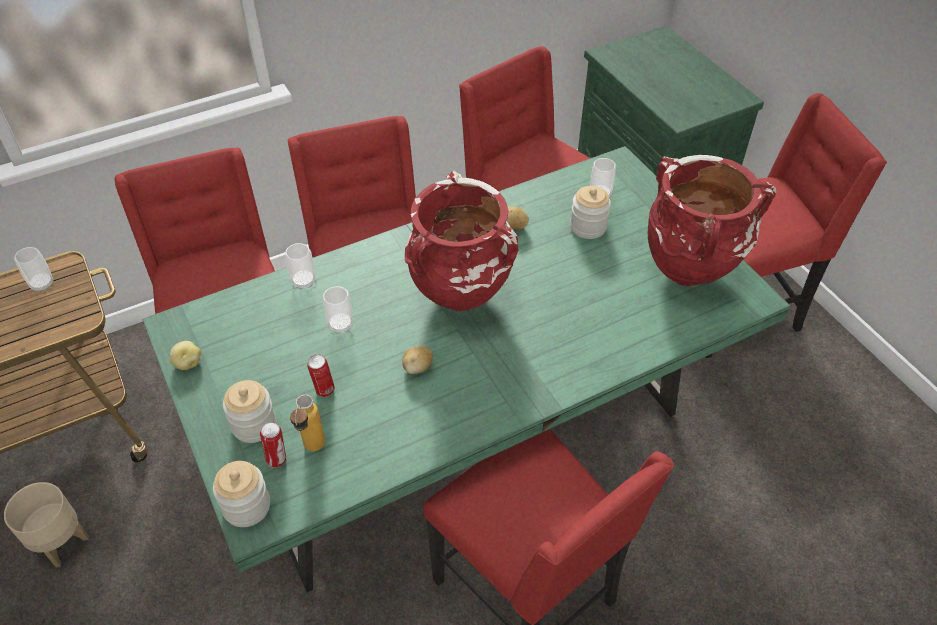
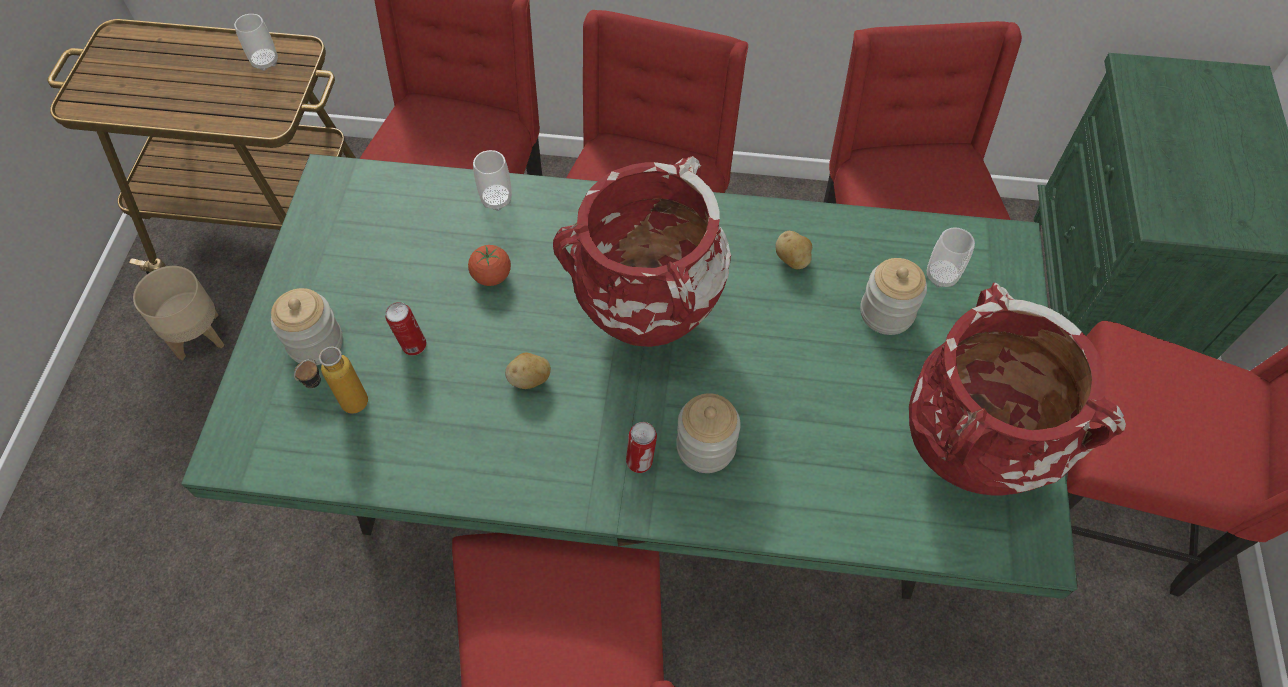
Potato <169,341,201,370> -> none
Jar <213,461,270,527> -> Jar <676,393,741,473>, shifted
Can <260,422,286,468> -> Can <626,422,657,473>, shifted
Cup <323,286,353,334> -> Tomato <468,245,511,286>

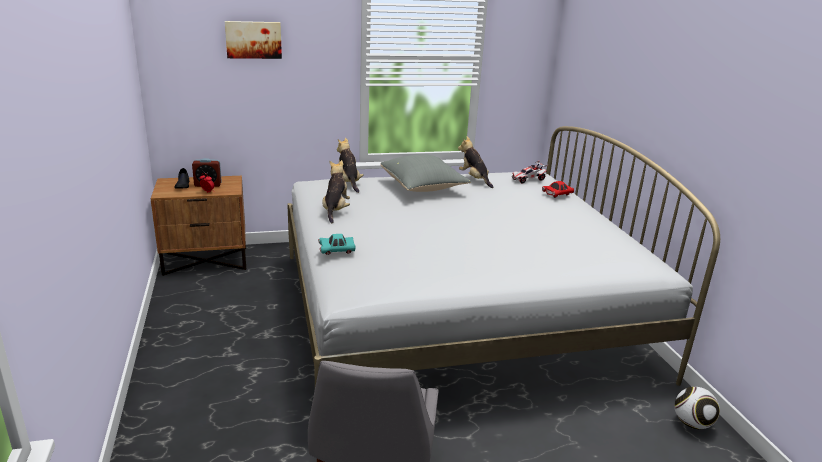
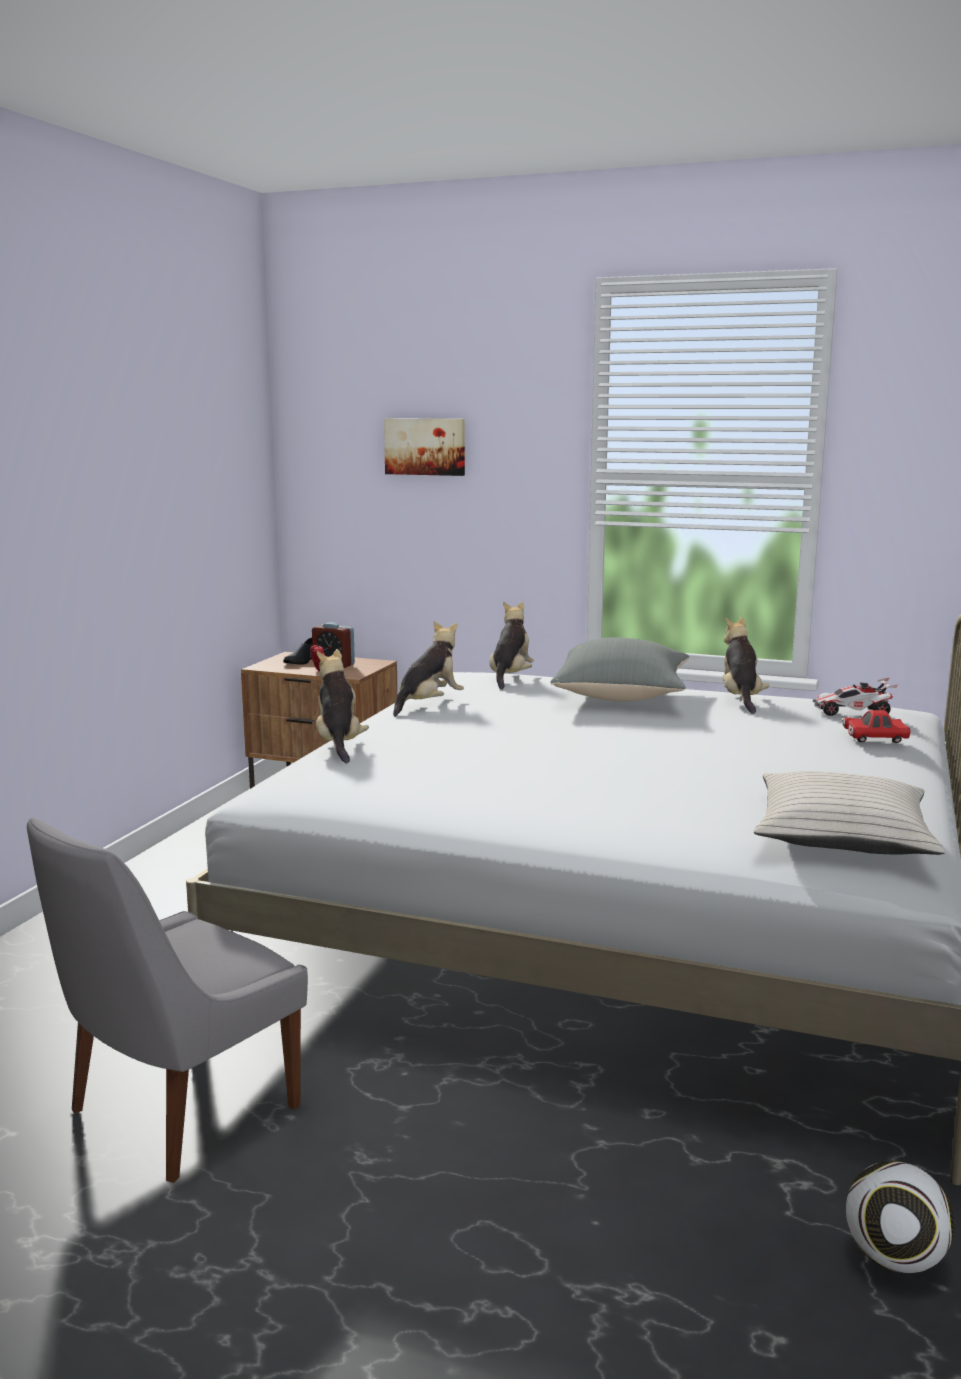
TurquoiseToyCar <318,234,355,255> -> PlushToy <316,649,369,763>
none -> BeigePillow <754,771,945,855>

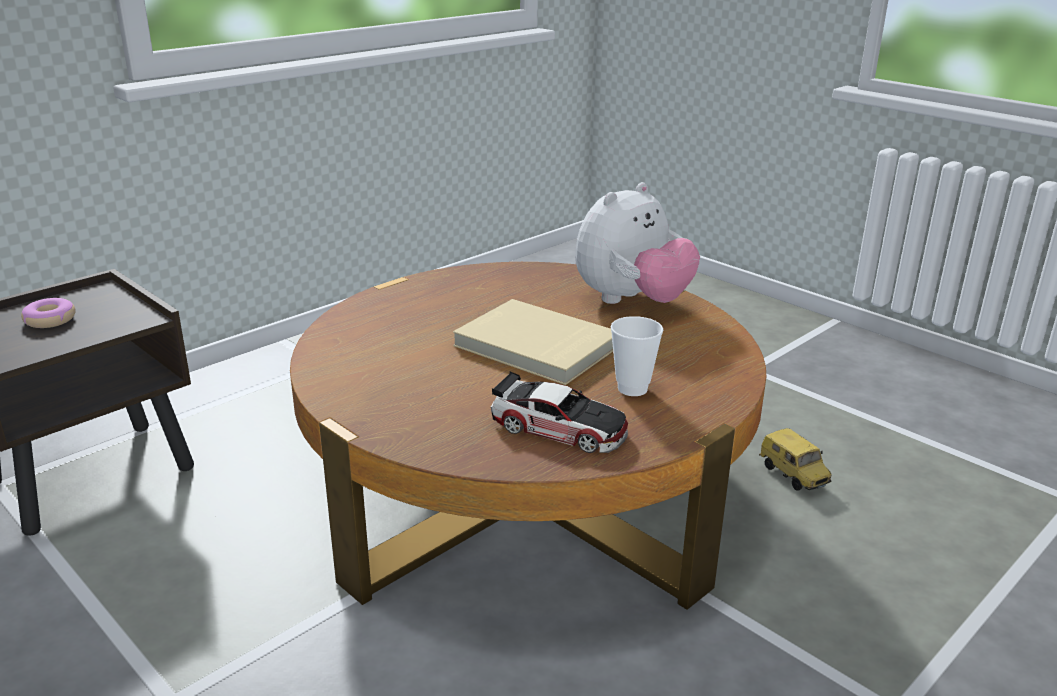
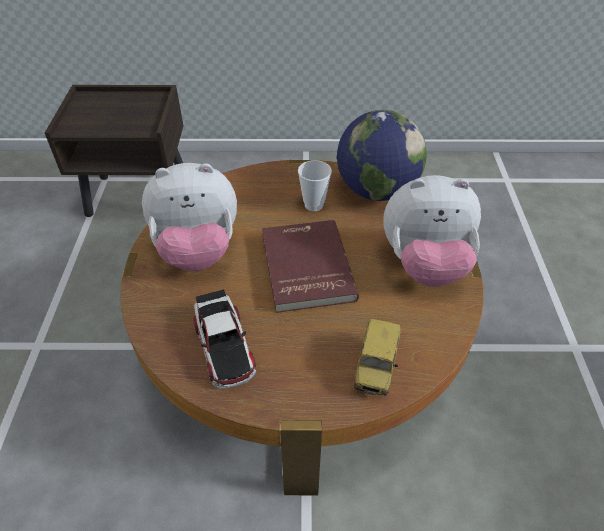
Donut <21,298,76,328> -> none
BeigeBook <453,299,613,385> -> RedBook <262,220,359,313>
Cup <611,316,663,396> -> Cup <298,160,332,211>, shifted
ToyCar <759,428,832,491> -> ToyCar <354,319,401,395>, shifted
none -> PlushToy <142,163,237,271>
none -> Globe <337,110,427,201>

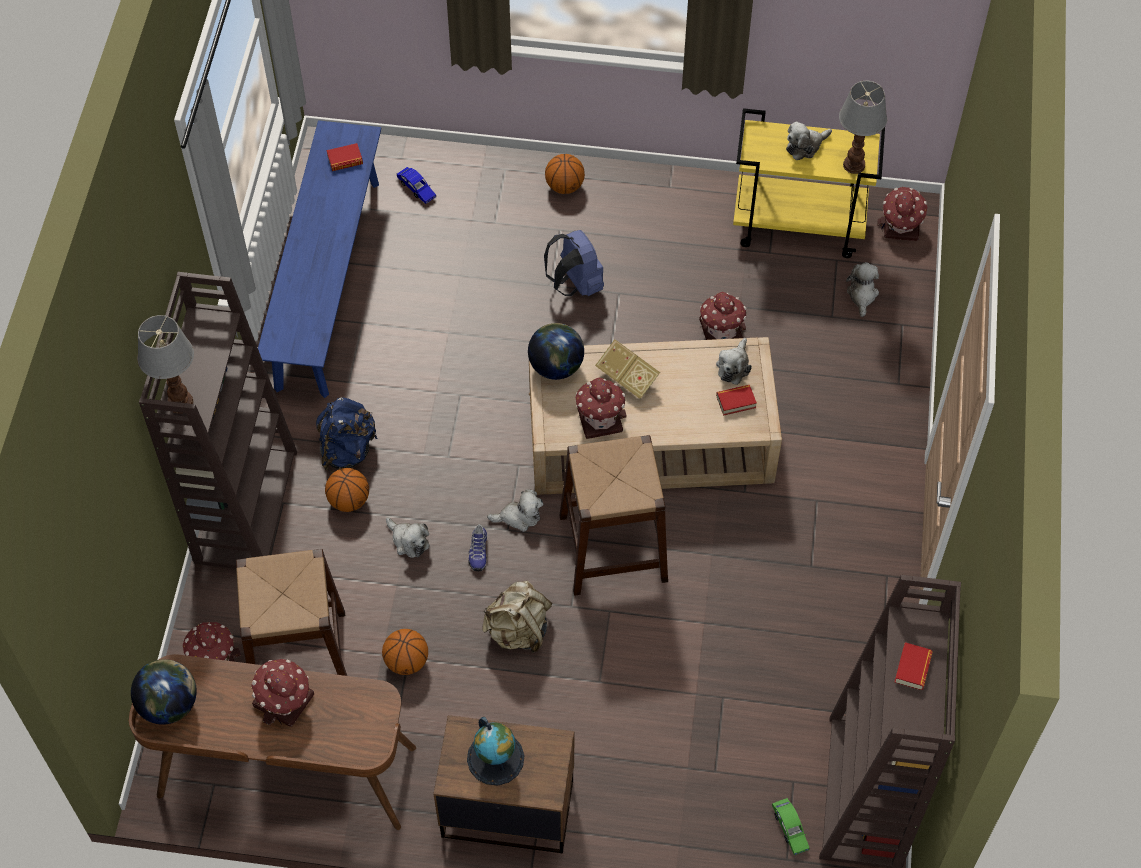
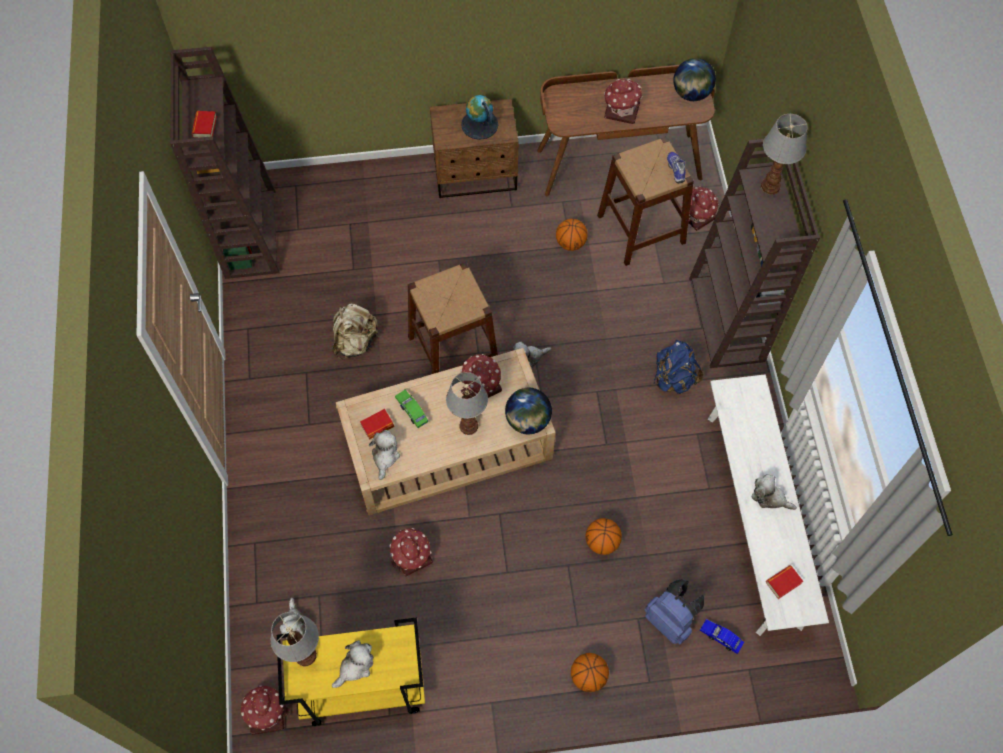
BlueBench <258,120,381,398> -> WhiteBench <708,375,829,636>
Basketball <325,468,369,512> -> Basketball <586,518,622,555>, shifted
PlushToy <386,517,430,558> -> PlushToy <751,474,797,510>, shifted
Shoe <468,524,487,571> -> Shoe <667,152,686,183>, shifted
BeigeBackpack <482,581,552,653> -> BeigeBackpack <332,303,379,360>, shifted
BlueBackpack <544,230,604,296> -> BlueBackpack <645,579,704,644>, shifted
Book <595,339,660,399> -> TableLamp <446,372,488,435>
GreenToyCar <772,798,810,855> -> GreenToyCar <395,390,428,428>, shifted

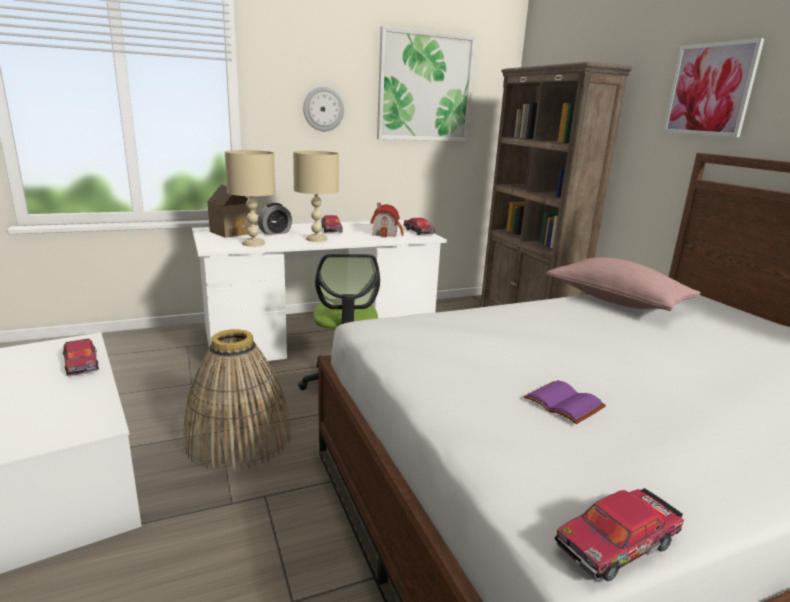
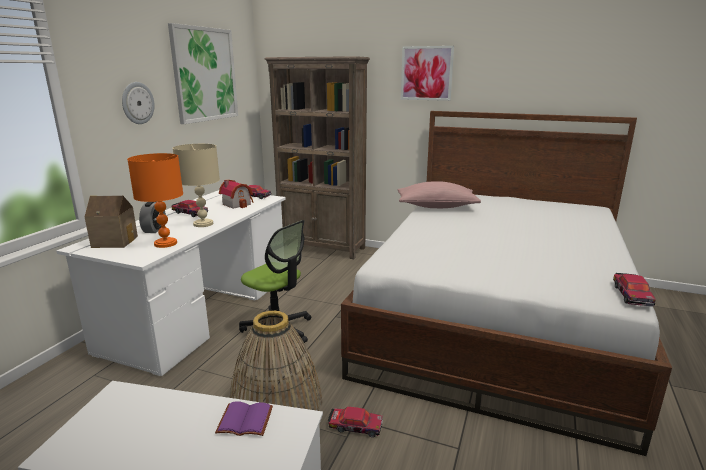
ToyCar <63,339,99,376> -> ToyCar <328,407,383,437>, shifted
BeigeTableLamp <225,150,276,246> -> OrangeTableLamp <127,153,183,248>
PurpleBook <524,380,606,424> -> PurpleBook <215,401,273,436>, shifted

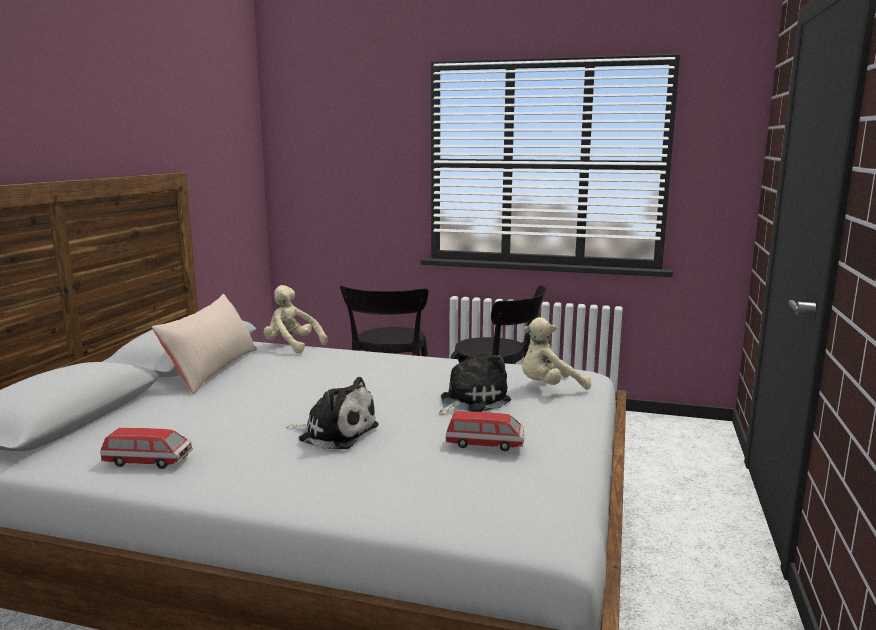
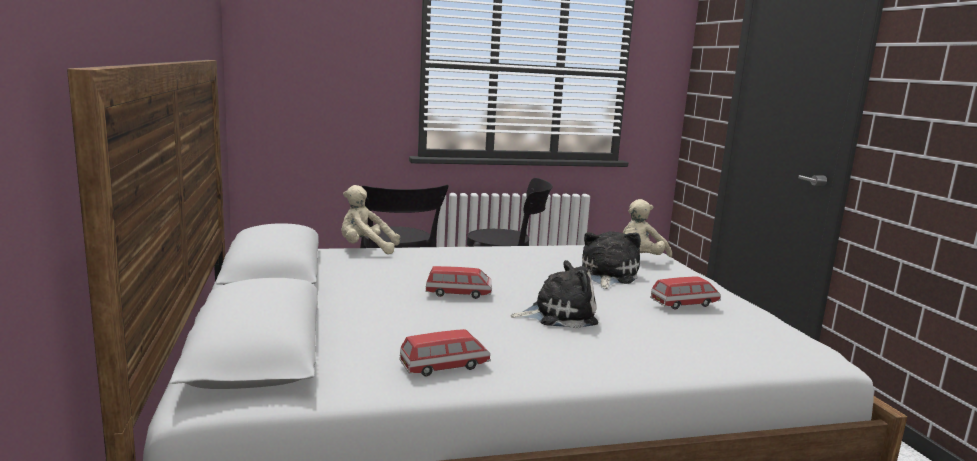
BeigePillow <152,294,257,394> -> none
none -> ToyCar <426,266,492,299>

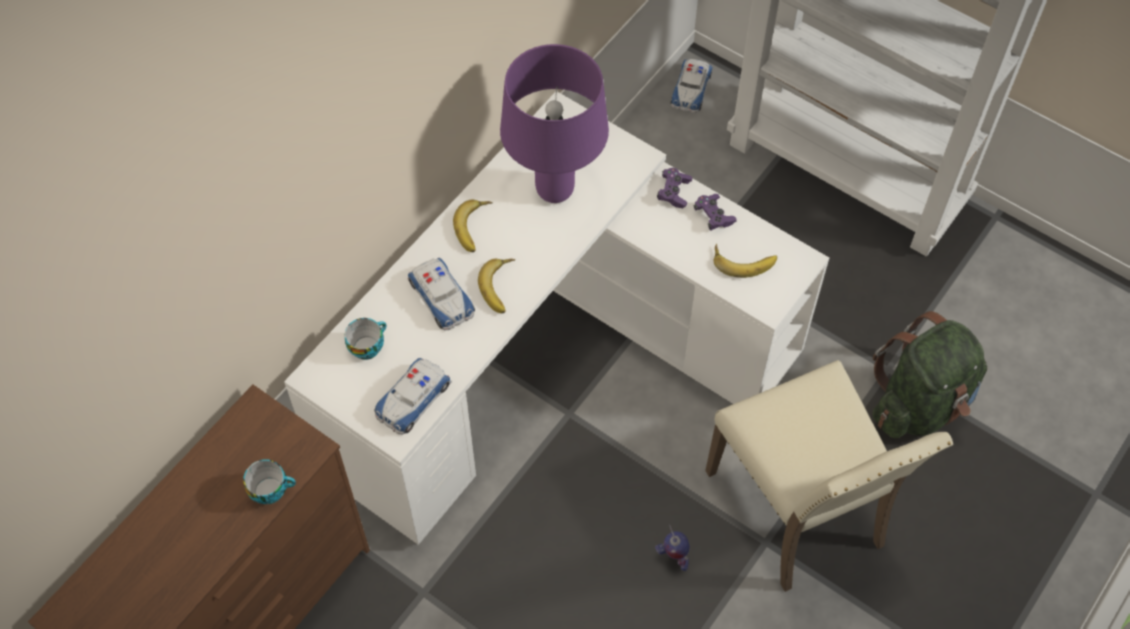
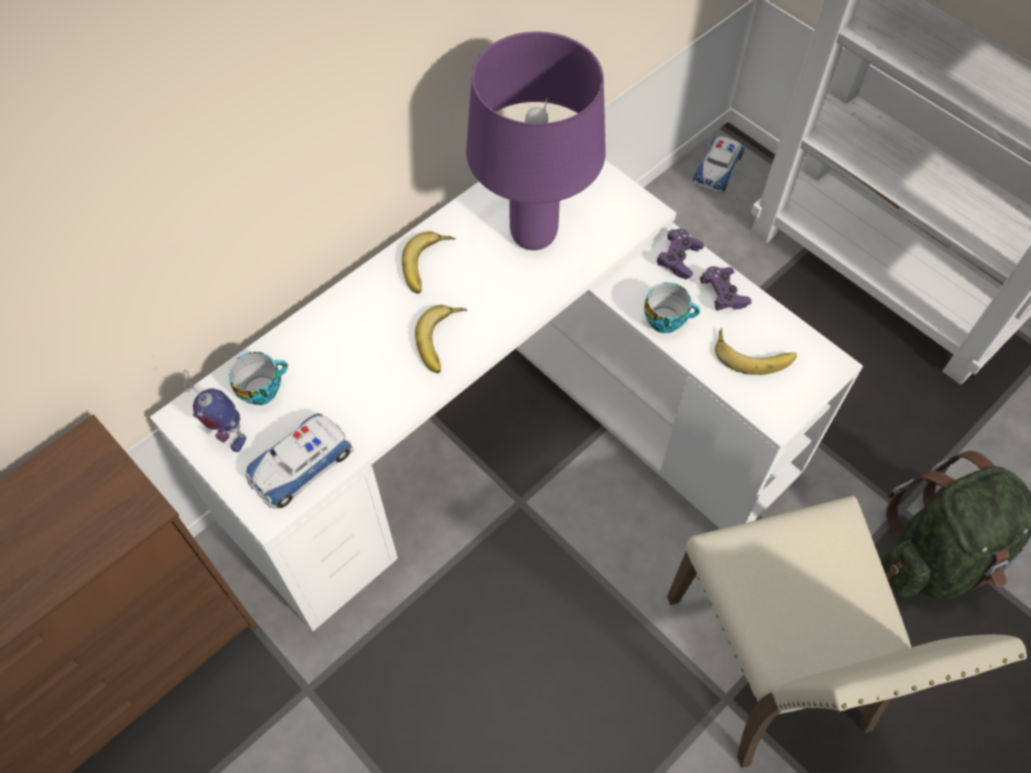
Cup <243,459,296,504> -> Cup <644,282,700,333>, shifted
ToyCar <408,258,475,330> -> none
ToyRobot <655,525,690,571> -> ToyRobot <184,370,247,452>, shifted

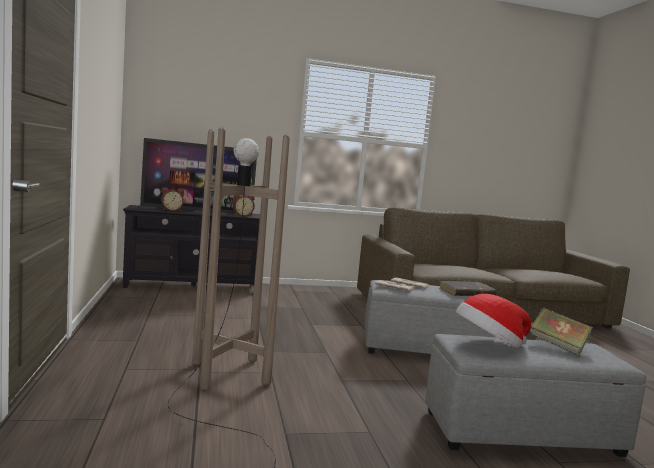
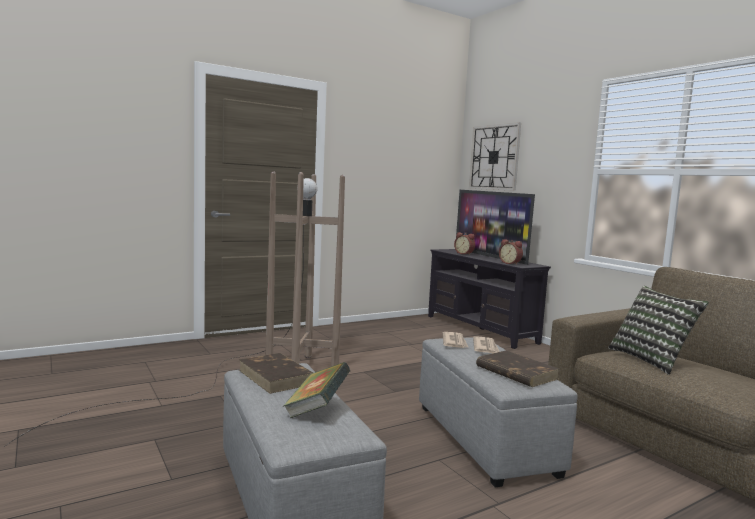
Hat <456,294,531,350> -> BrownBook <239,353,313,394>
none -> WallClock <469,122,521,191>
none -> Pillow <608,286,709,375>

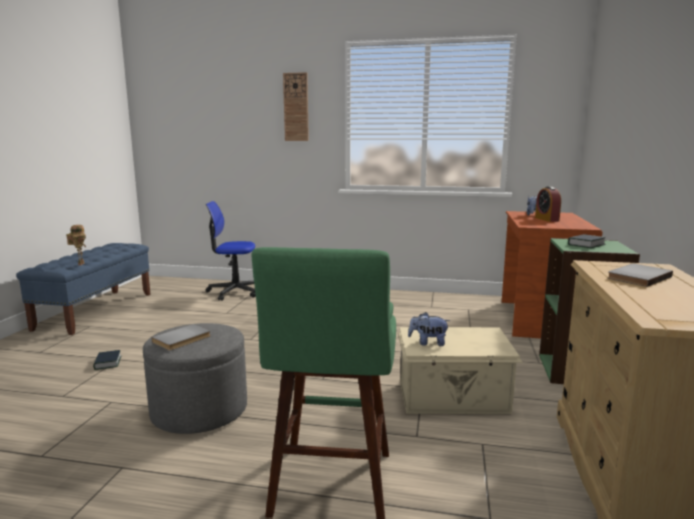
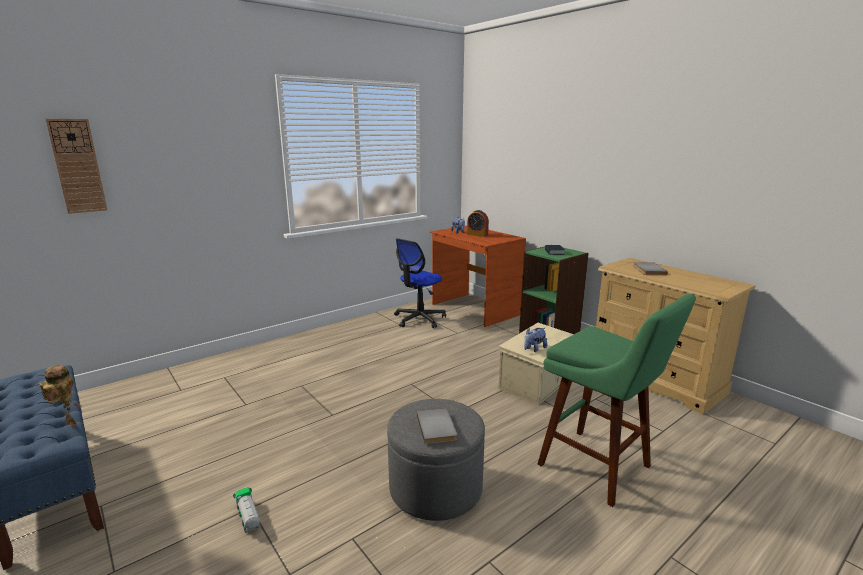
Book <93,350,121,370> -> ToyTruck <233,487,261,533>
OfficeChair <206,201,256,301> -> OfficeChair <394,238,446,328>, shifted
WallClock <283,72,309,141> -> WallClock <46,119,107,214>, shifted

